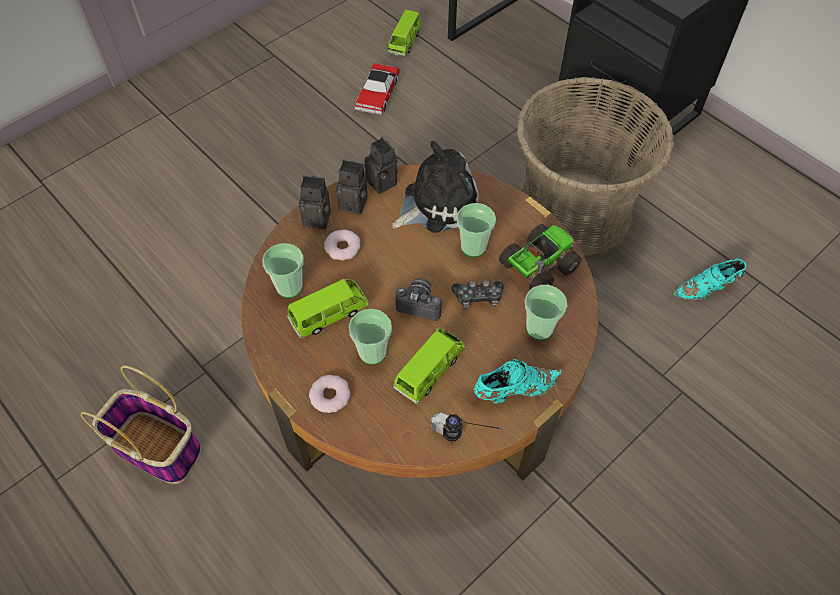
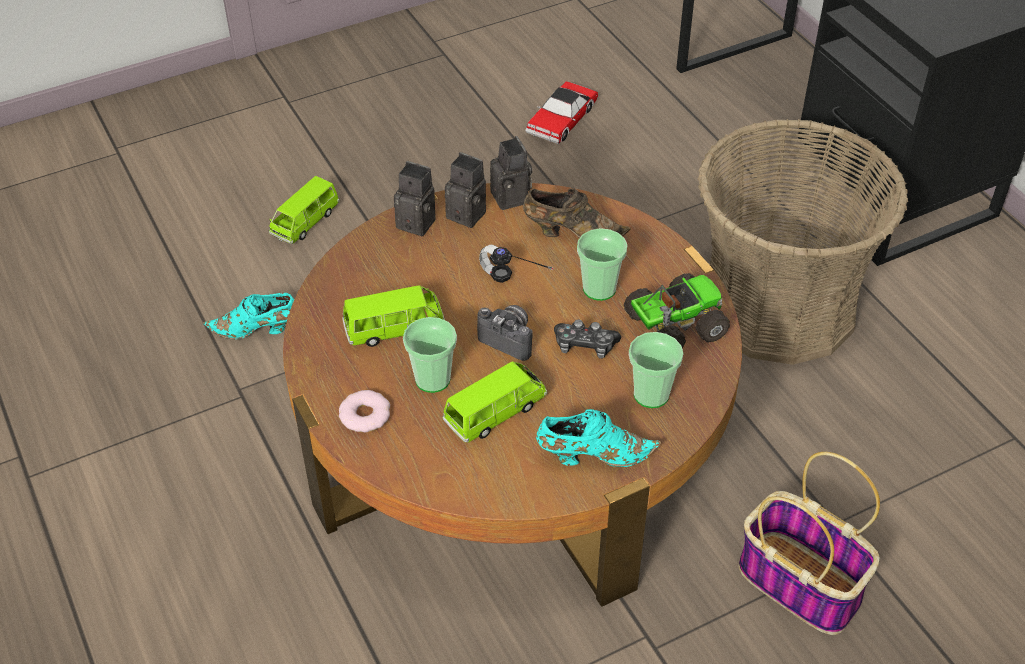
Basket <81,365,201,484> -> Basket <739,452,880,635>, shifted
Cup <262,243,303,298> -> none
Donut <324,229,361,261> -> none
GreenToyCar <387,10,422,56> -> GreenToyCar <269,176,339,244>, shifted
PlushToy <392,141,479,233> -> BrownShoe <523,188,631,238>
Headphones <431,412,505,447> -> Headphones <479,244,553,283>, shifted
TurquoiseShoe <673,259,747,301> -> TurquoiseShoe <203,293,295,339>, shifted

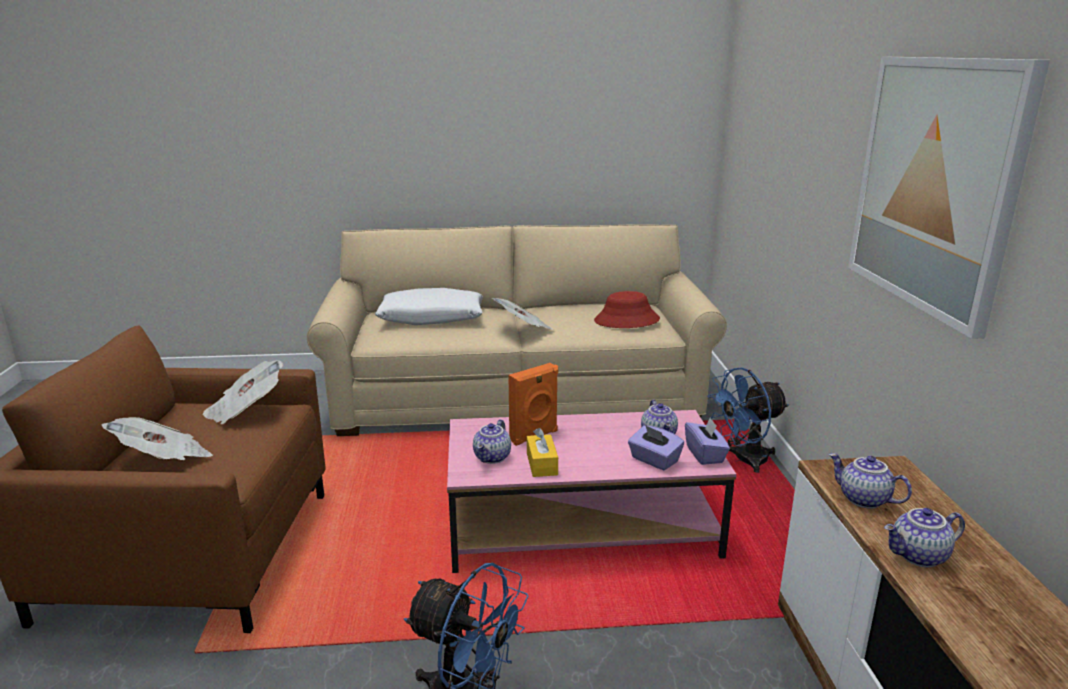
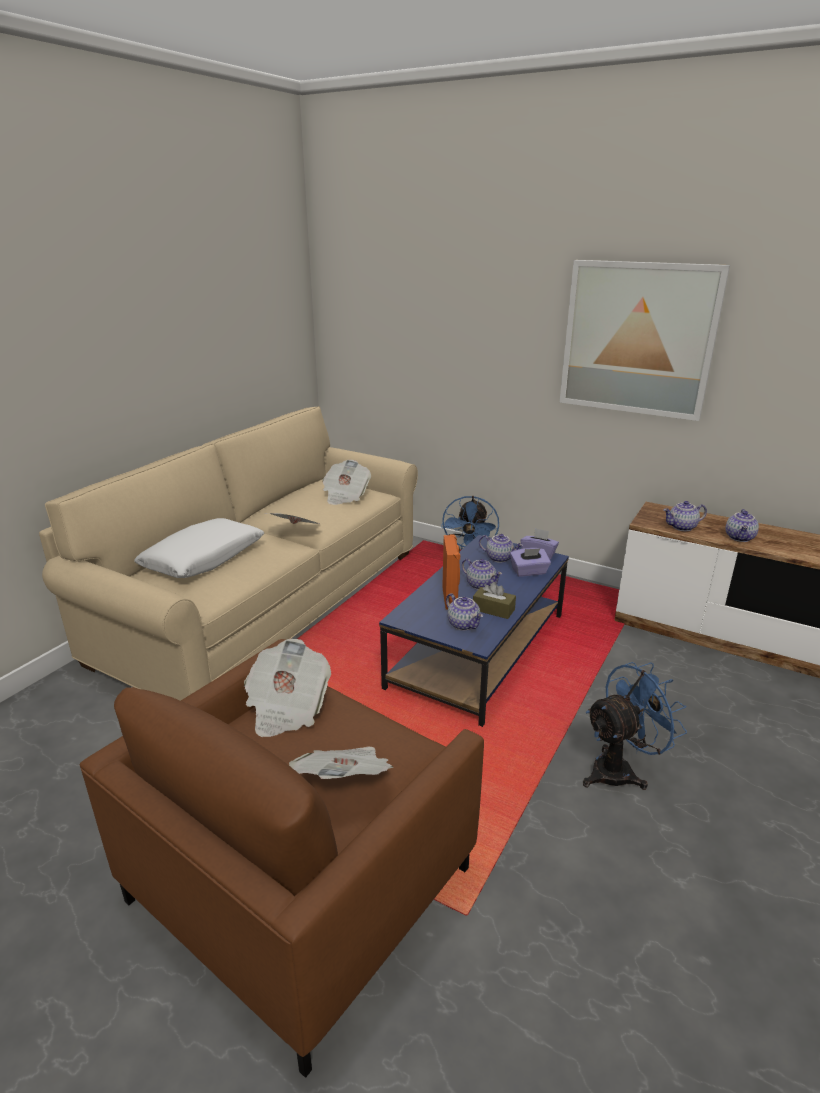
PinkCoffeeTable <447,410,736,573> -> BlueCoffeeTable <379,535,569,727>
YellowTissueBox <527,428,558,477> -> BrownTissueBox <473,582,516,619>
RedHat <594,291,660,328> -> Newspaper <322,460,371,505>
none -> Teapot <462,558,502,590>

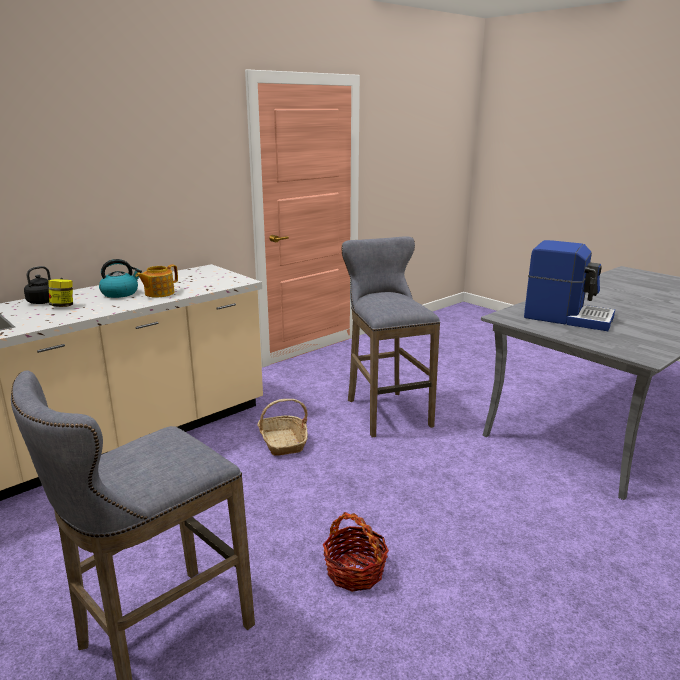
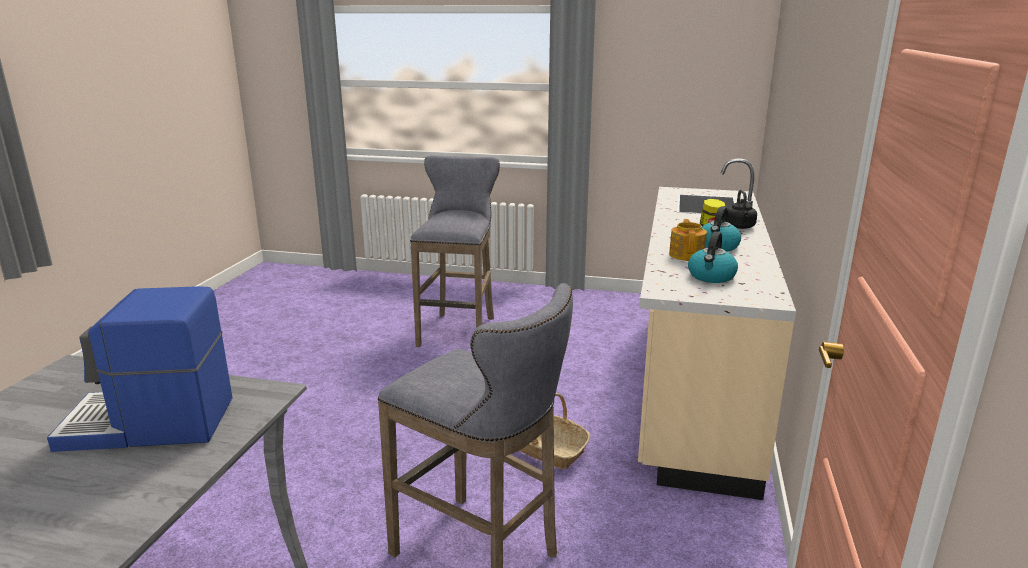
Basket <323,512,389,592> -> none
none -> Kettle <688,232,738,283>

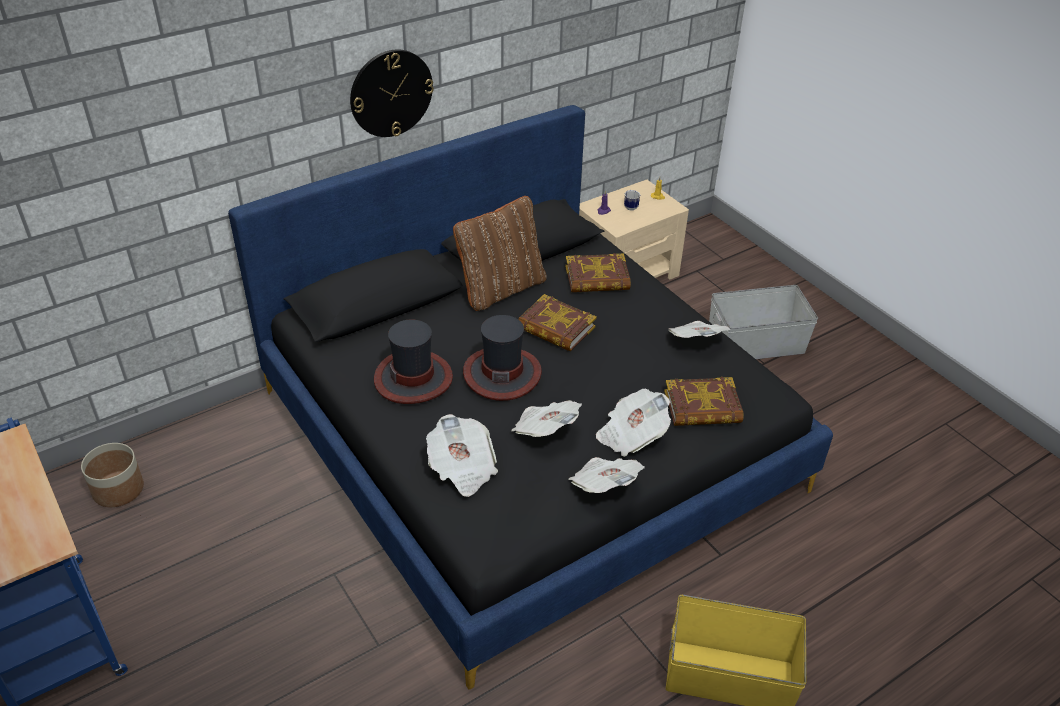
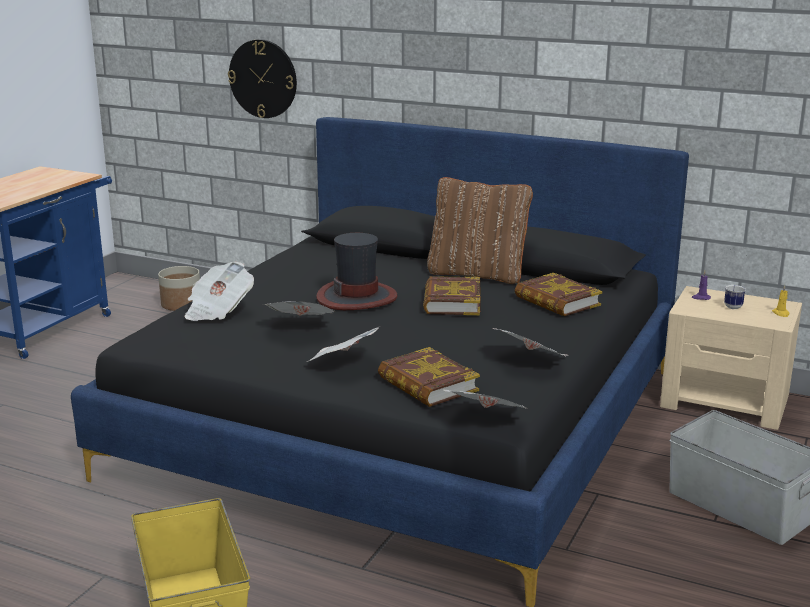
WallClock <350,49,434,137> -> WallClock <228,39,297,118>, shifted
Hat <374,319,453,404> -> none
Newspaper <568,457,645,493> -> Newspaper <443,389,527,409>, shifted

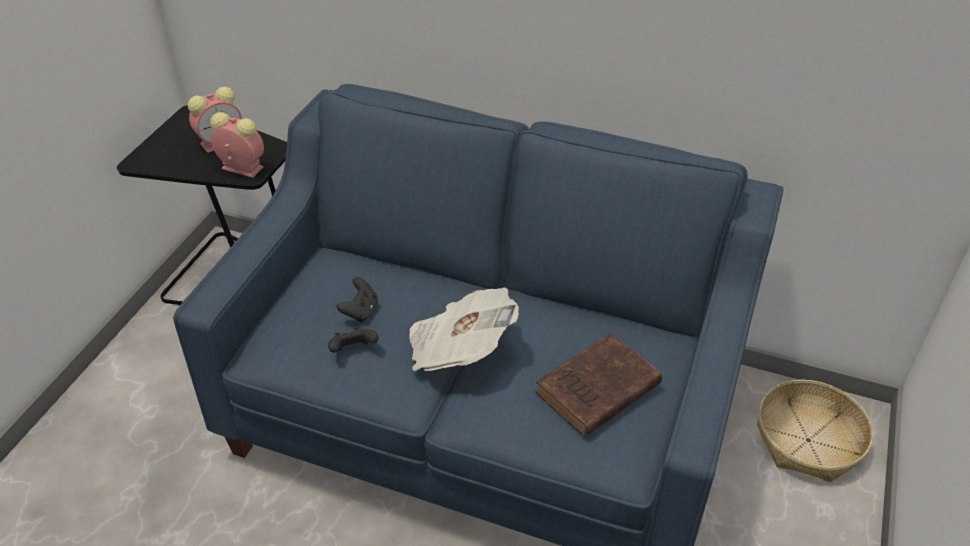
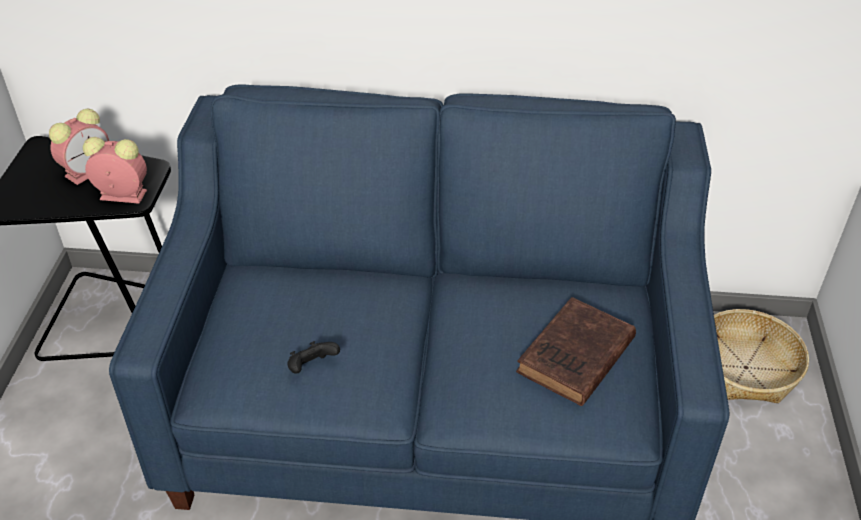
BlackGameController <337,277,378,322> -> none
Newspaper <409,288,519,371> -> none

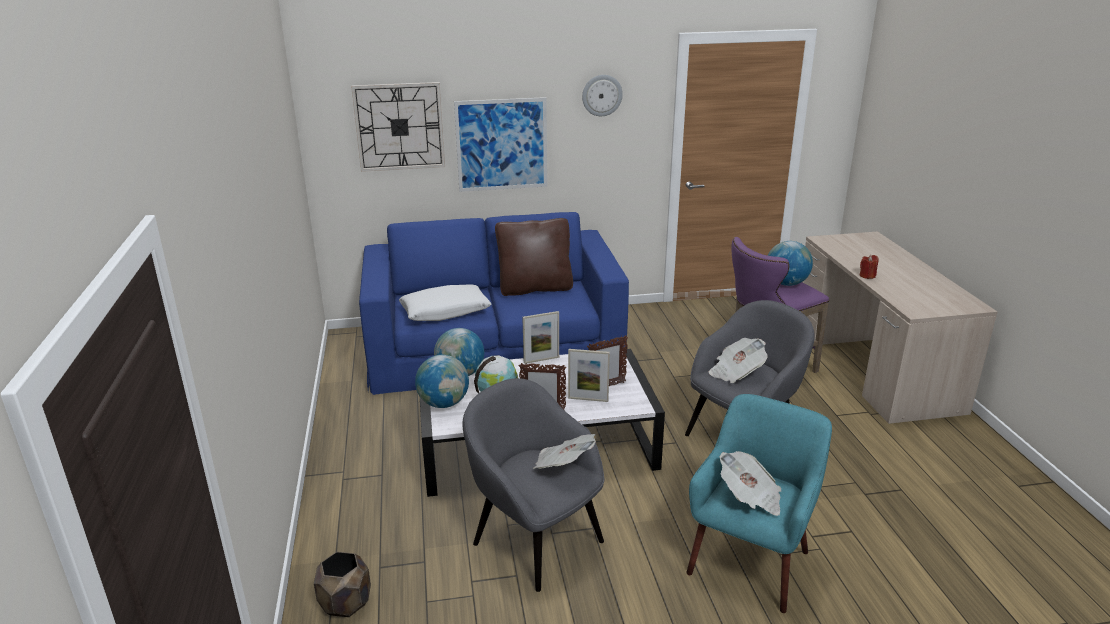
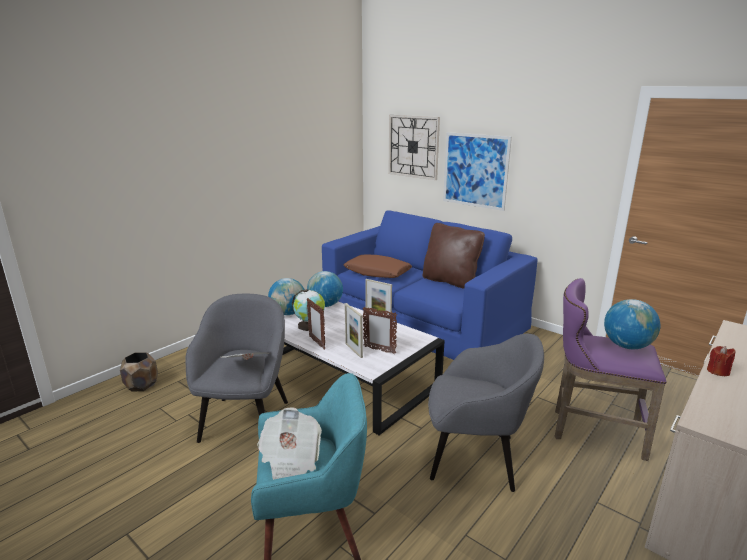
WhitePillow <399,285,491,321> -> BrownPillow <344,254,412,278>
WallClock <582,75,623,116> -> none
Newspaper <709,338,768,383> -> none

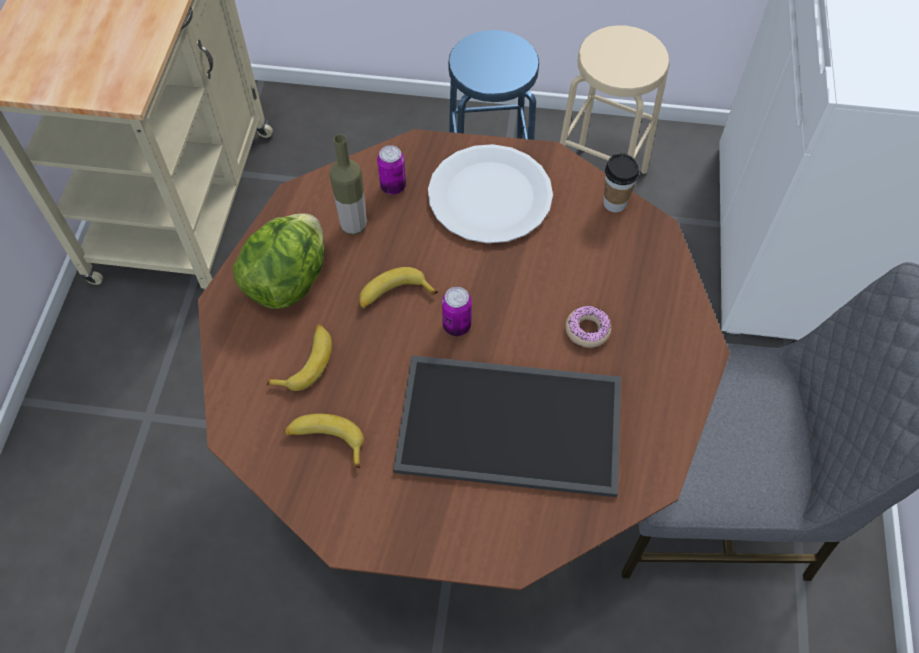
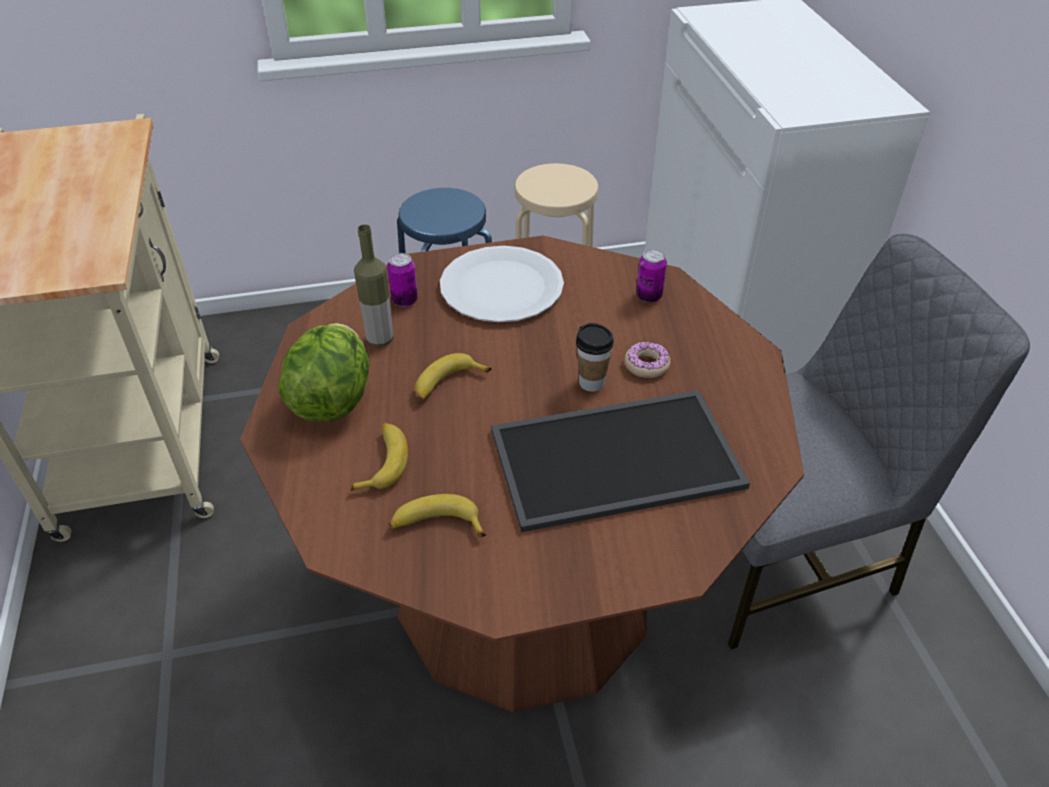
Can <442,287,472,336> -> Can <636,249,667,303>, shifted
Cup <603,153,639,212> -> Cup <576,323,614,392>, shifted

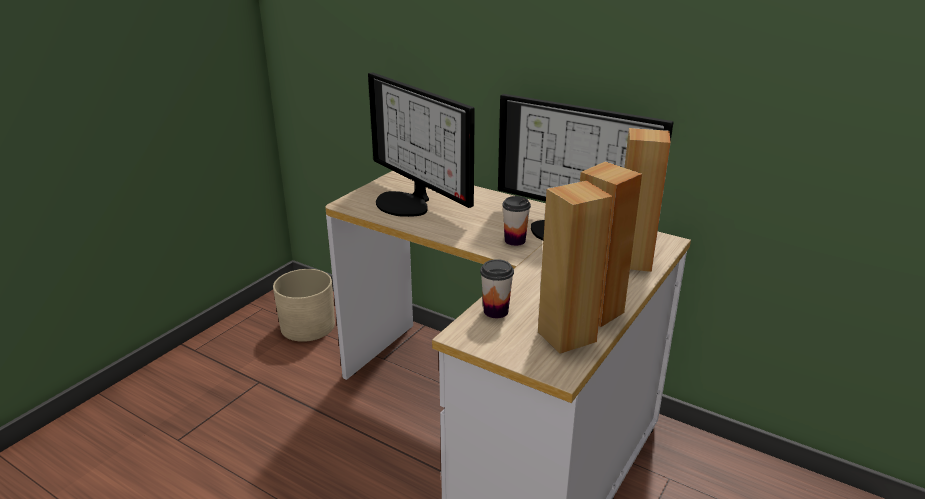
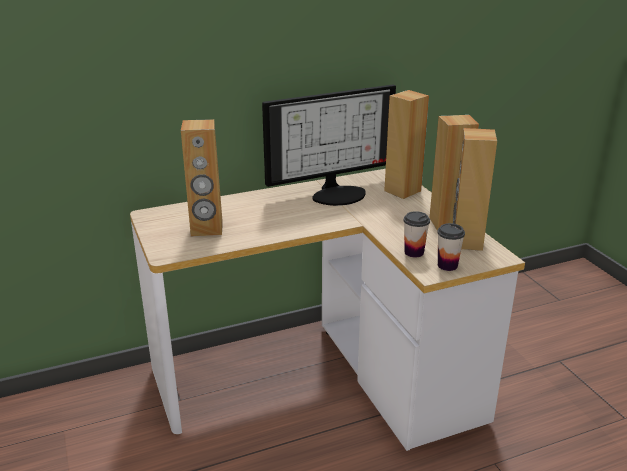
BeigePlanter <273,269,335,342> -> none
Monitor <368,72,475,217> -> BrownSpeaker <181,119,223,237>
Cup <502,196,531,246> -> Cup <437,223,465,271>, shifted

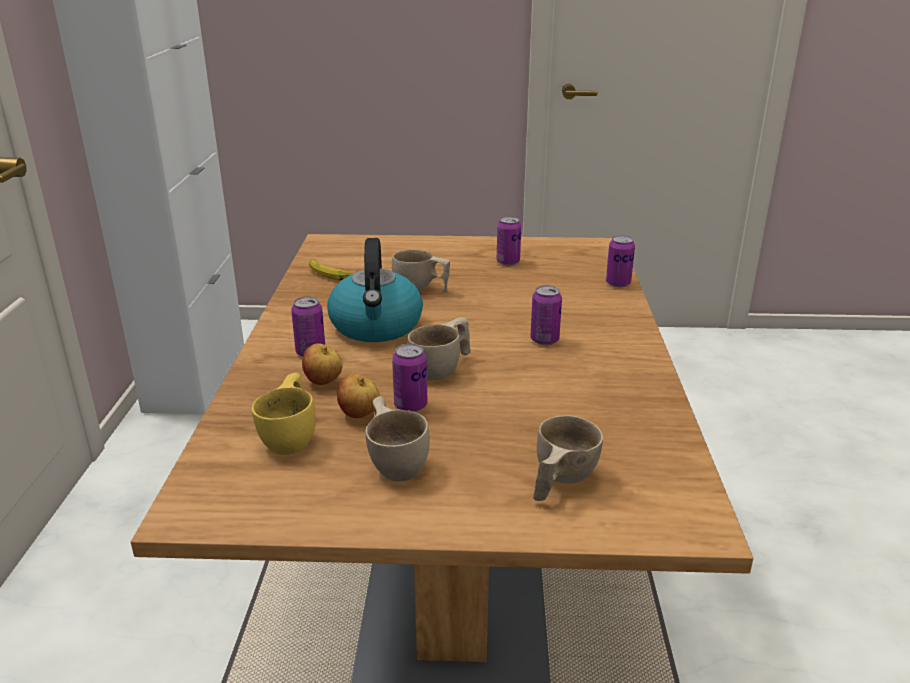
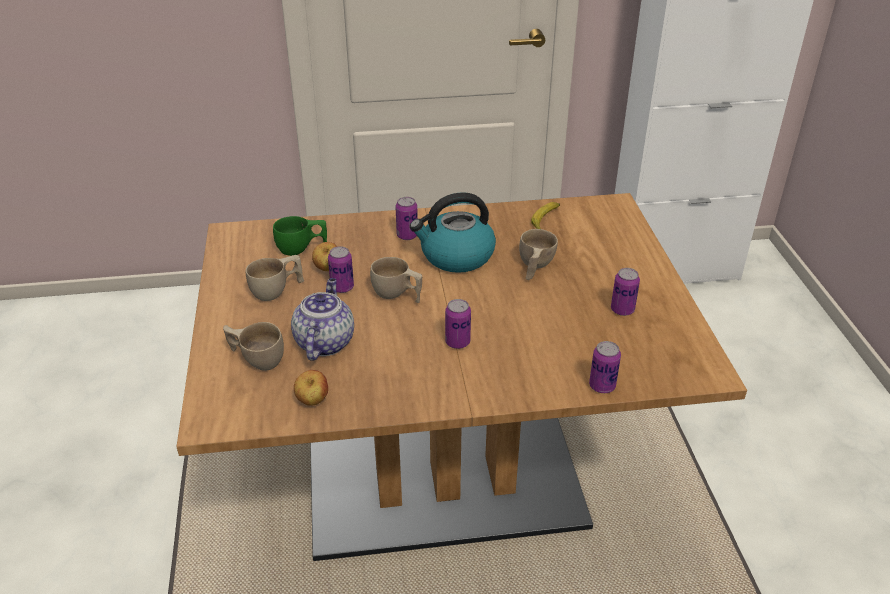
YellowCup <252,373,316,455> -> GreenCup <273,216,327,256>
Apple <302,343,343,385> -> Apple <294,370,328,406>, shifted
none -> Teapot <291,278,354,361>

